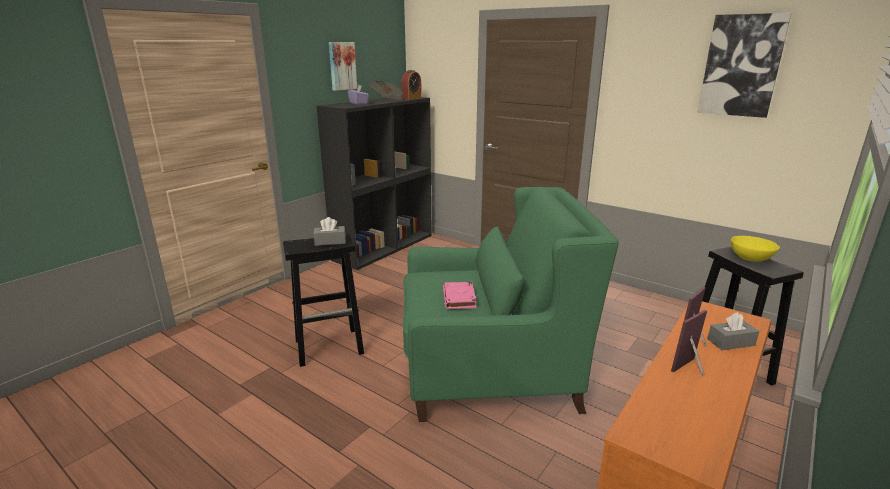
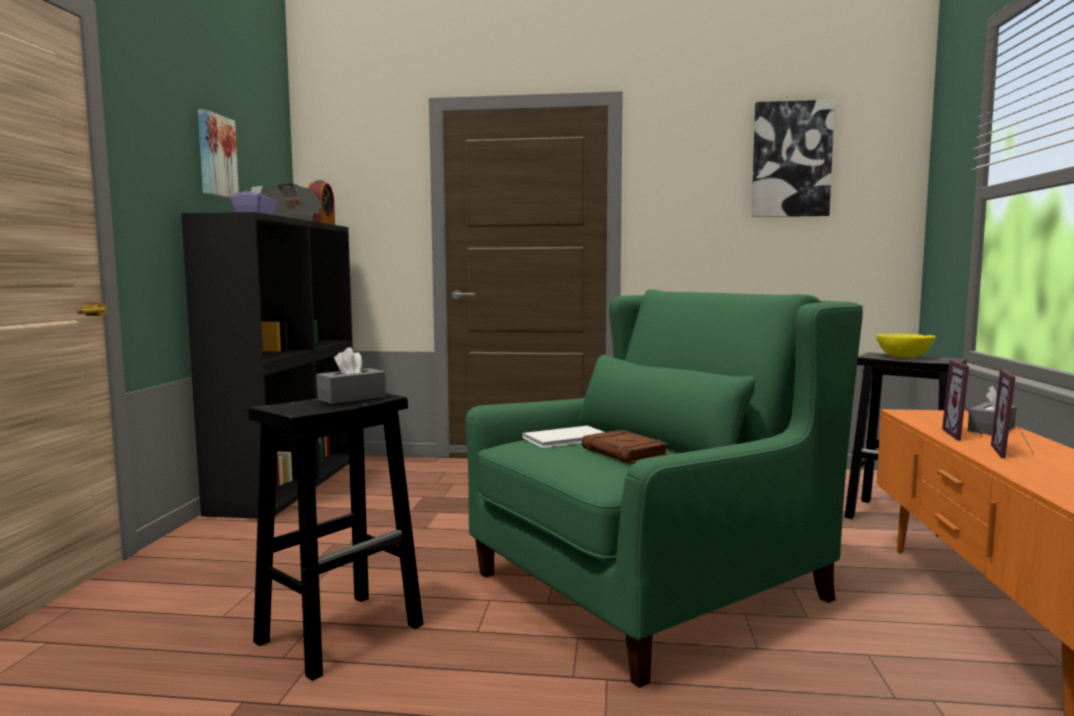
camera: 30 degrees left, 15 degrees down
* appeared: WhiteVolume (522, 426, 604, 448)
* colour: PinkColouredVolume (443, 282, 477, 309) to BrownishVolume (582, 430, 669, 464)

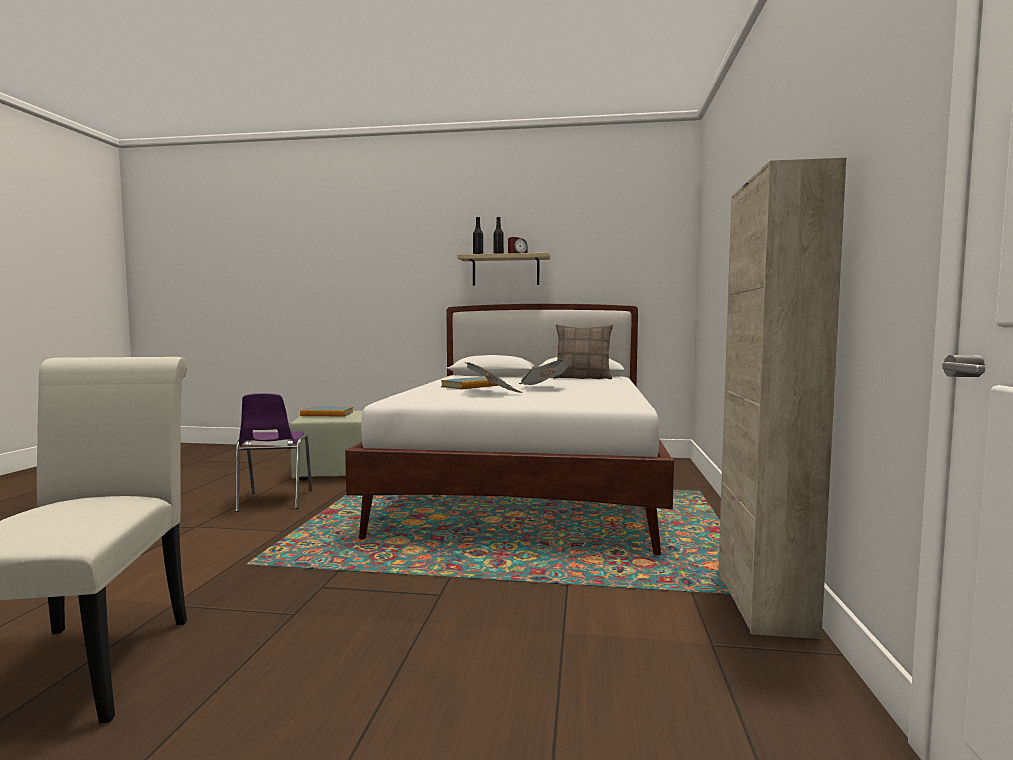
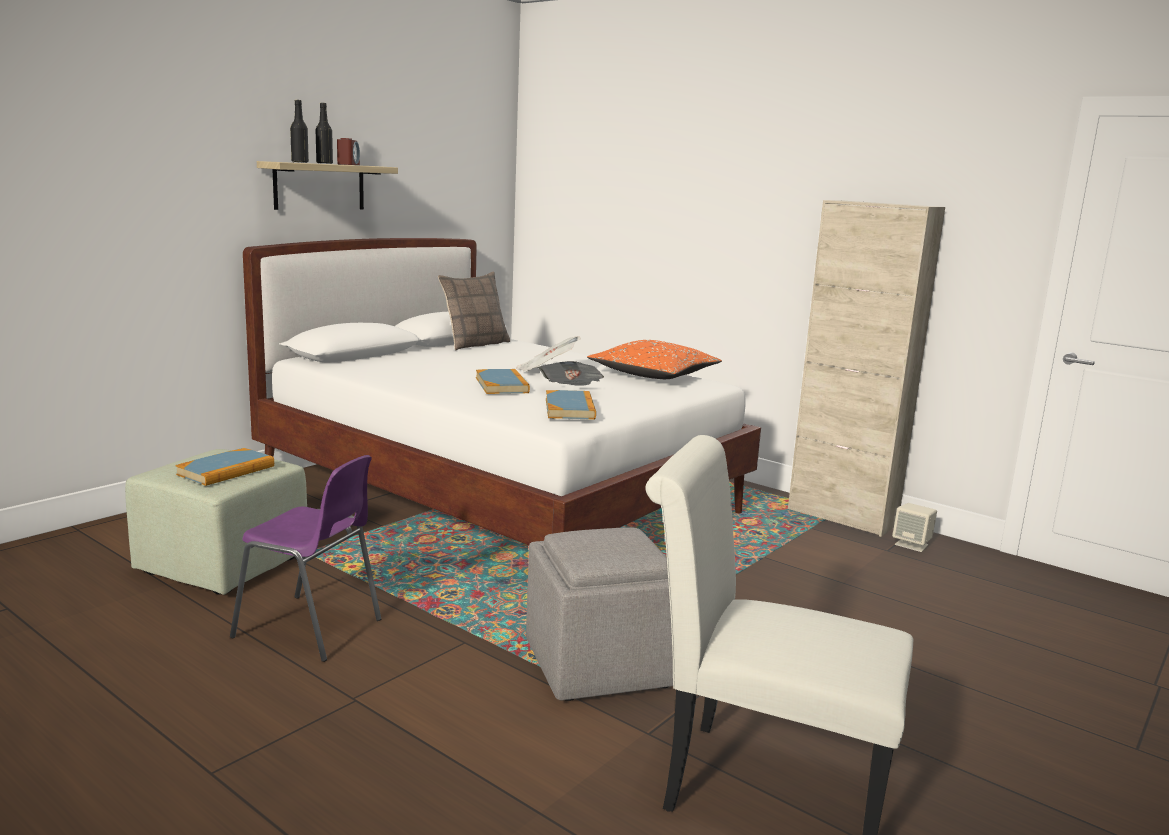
camera: 60 degrees left, 10 degrees up
* appeared: GreyFootrest (526, 527, 673, 701)
* appeared: Volume (546, 390, 596, 420)
* appeared: OrangeColouredPillow (587, 340, 722, 379)
* appeared: BeigeColouredSpeaker (892, 503, 937, 552)

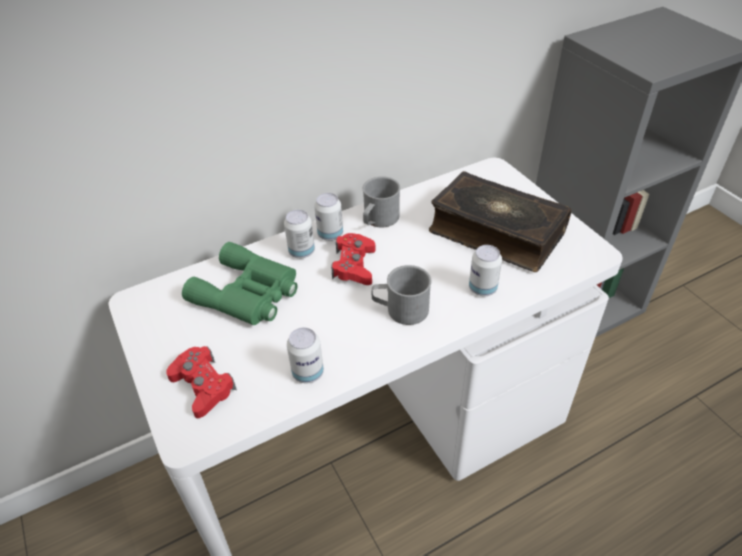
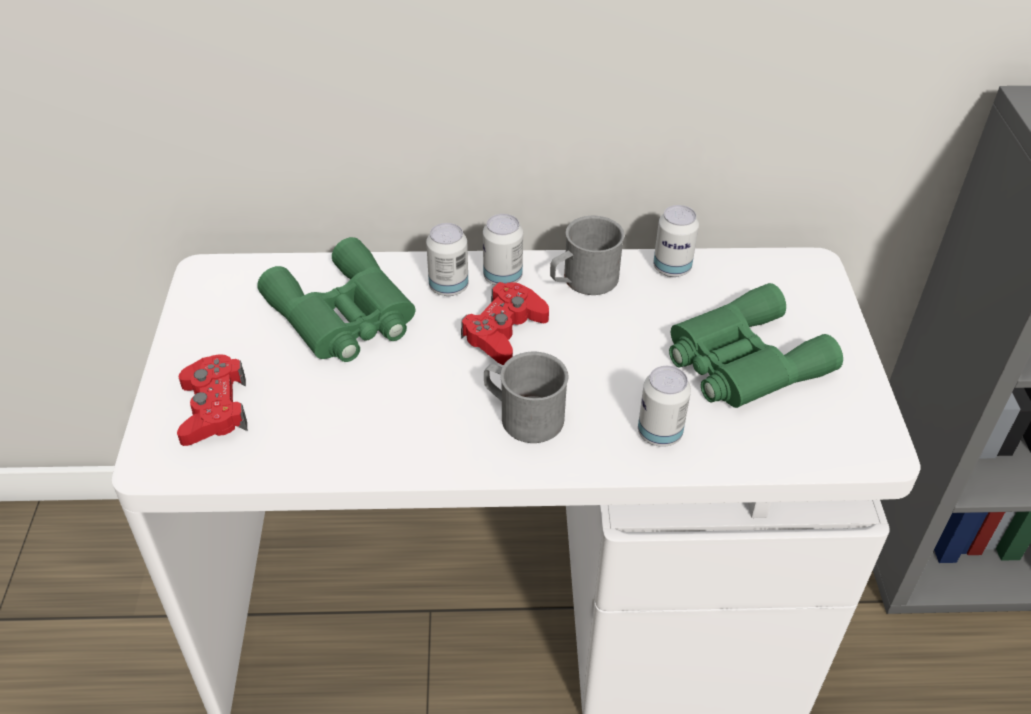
camera: 25 degrees right, 0 degrees up
* relocated: Can (287, 328, 324, 384) to (653, 205, 699, 277)
* exchanged: Volume (429, 171, 572, 272) to GreenColouredBinoculars (669, 283, 843, 408)

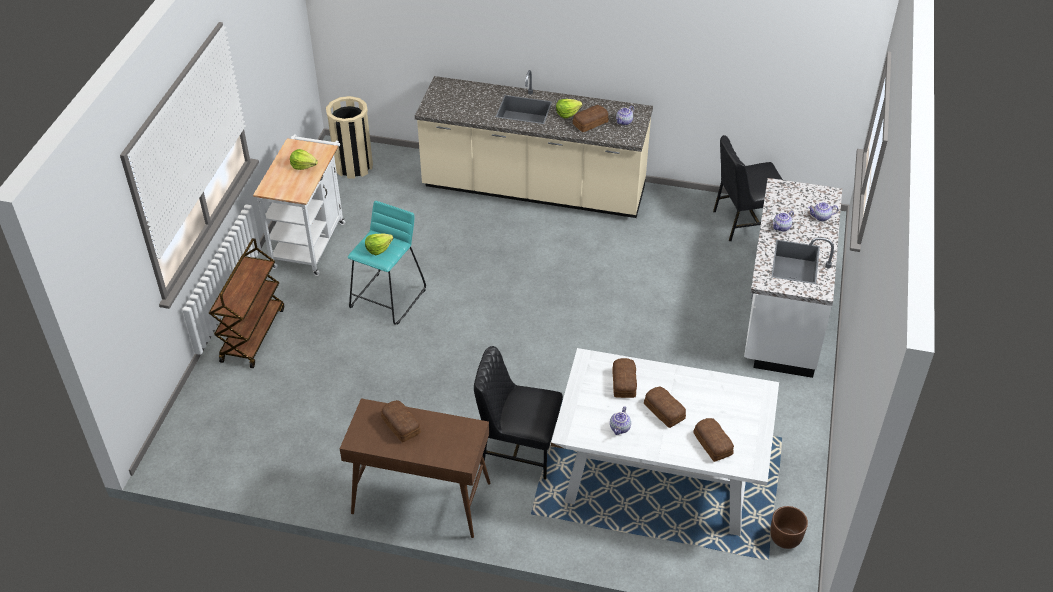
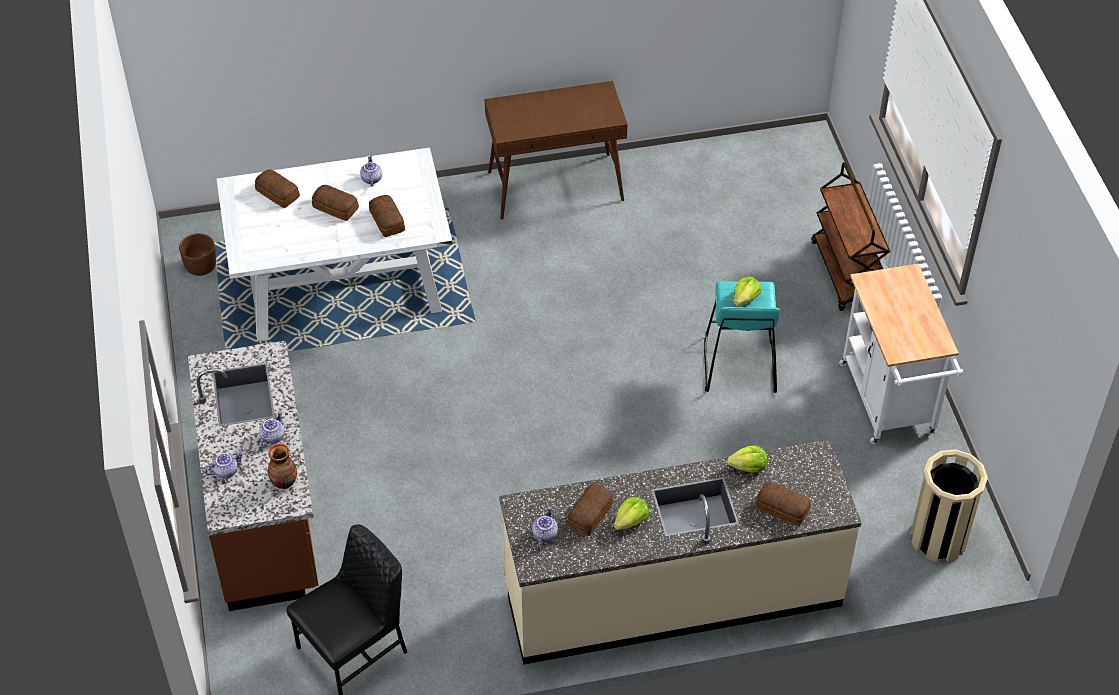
camera: 155 degrees right, 5 degrees up
* colour: WhiteCounter (744, 178, 842, 378) to BrownishCounter (188, 341, 319, 611)
* appeared: FlowerVase (268, 443, 297, 489)
* relocated: LettuceHead (290, 149, 318, 170) to (727, 446, 767, 472)
* relocated: BakeryBread (381, 400, 421, 443) to (756, 482, 811, 526)
* missing: BlackishChair (474, 346, 563, 480)

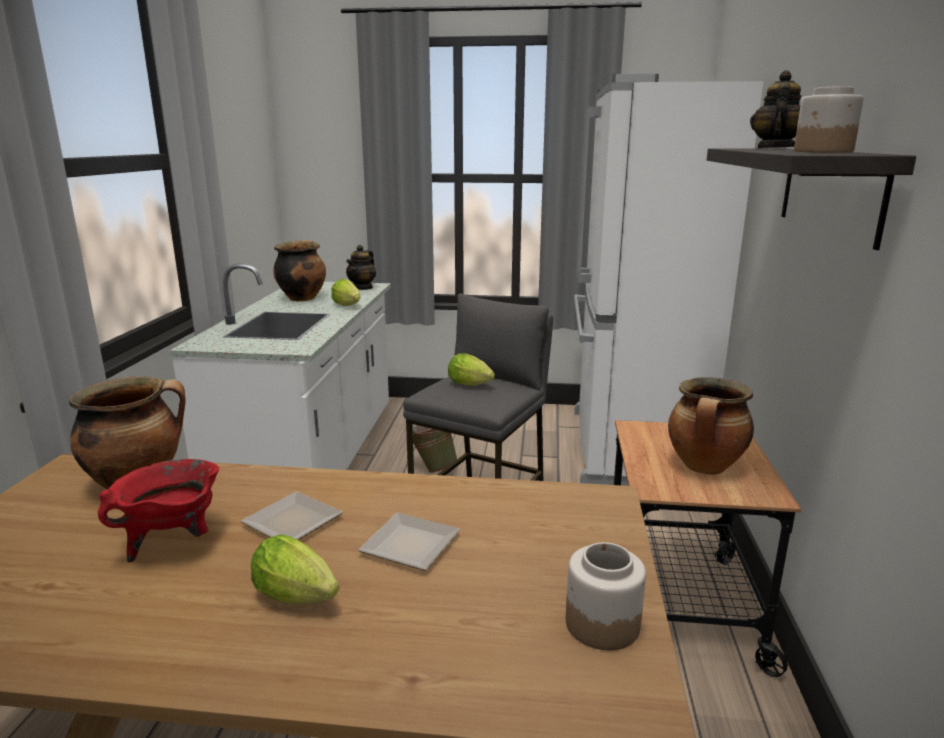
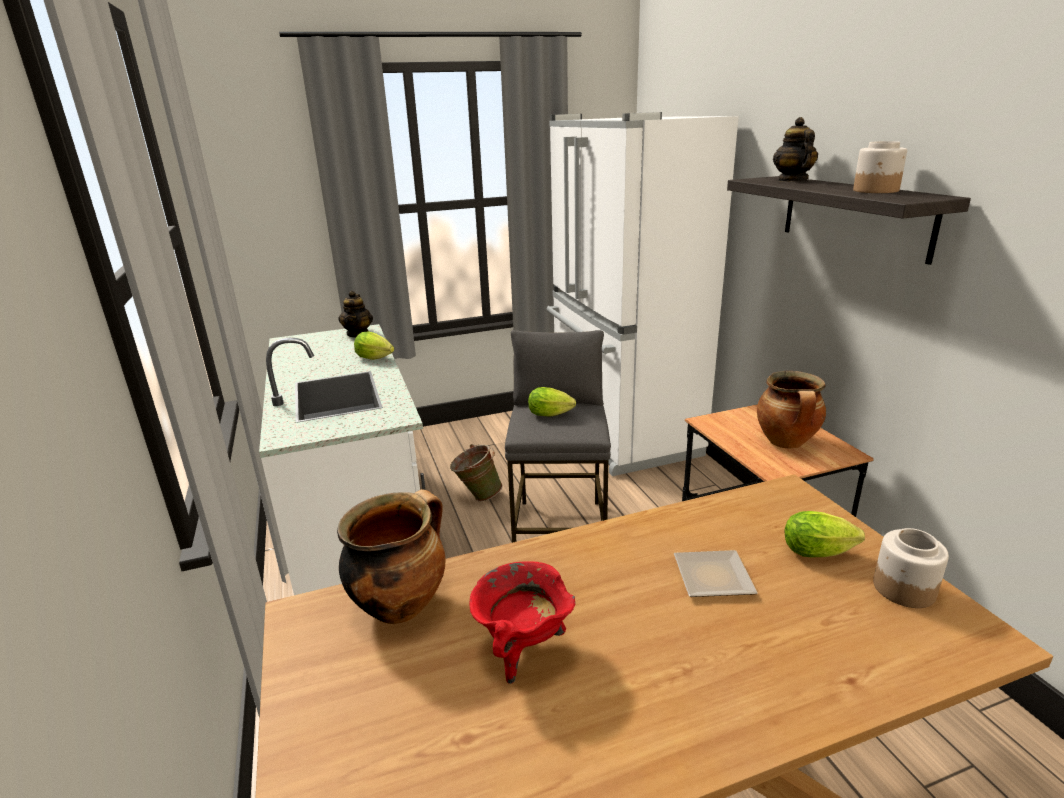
camera: 25 degrees left, 5 degrees up
* relocated: LettuceHead (251, 534, 339, 604) to (785, 511, 865, 557)
* missing: FlatDish (240, 492, 343, 540)
* missing: CookingPot (273, 240, 326, 301)

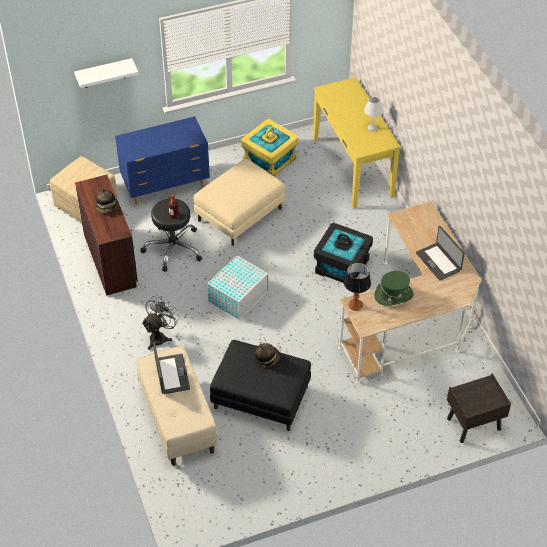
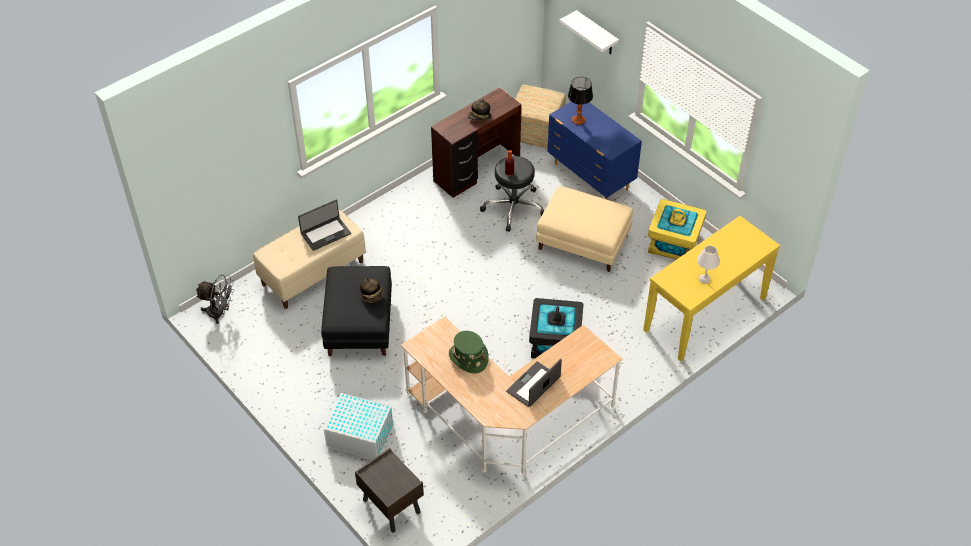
camera: 70 degrees right, 0 degrees up
* relocated: GreyFan (142, 296, 180, 350) to (196, 274, 234, 324)
* relocated: WhiteStorageBin (207, 255, 268, 320) to (324, 393, 393, 460)
* relocated: TableLamp (344, 262, 371, 311) to (568, 77, 593, 125)

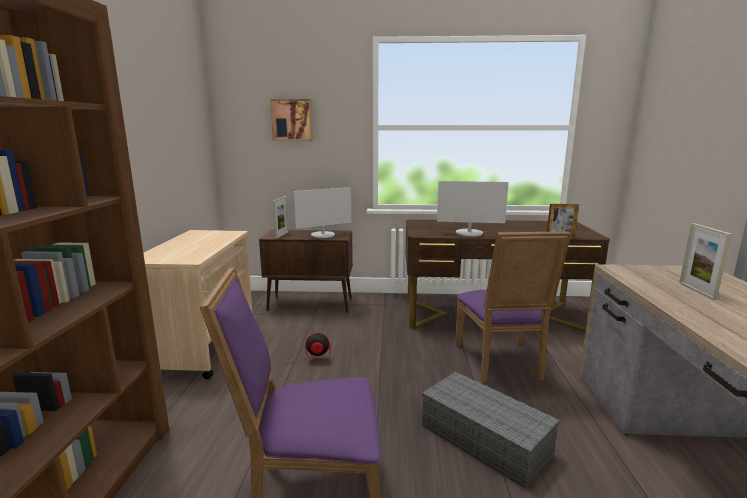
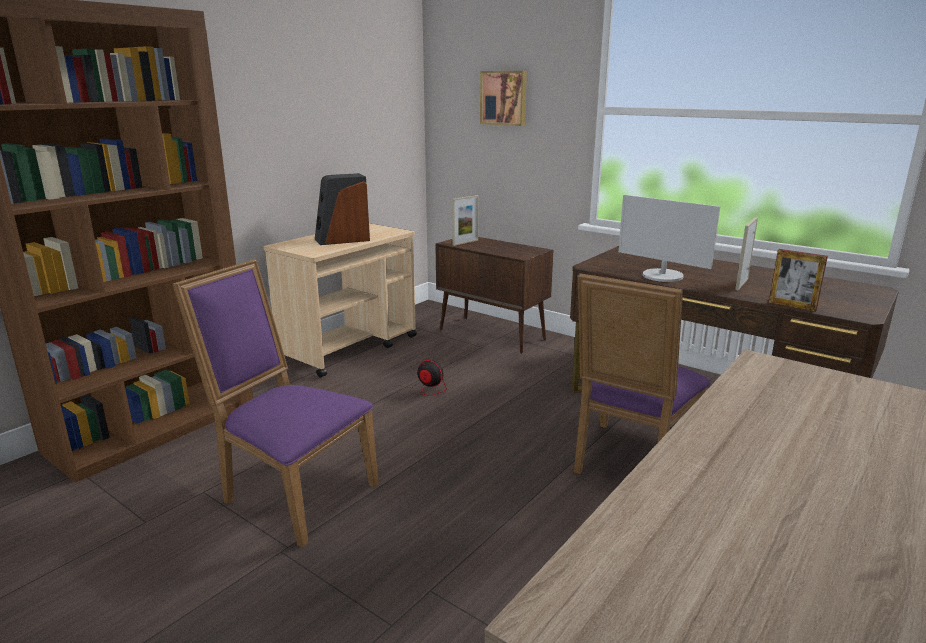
camera: 35 degrees right, 5 degrees up
* appeared: Speaker (315, 173, 370, 245)
* relocated: PhotoFrame (679, 223, 732, 300) to (735, 217, 758, 291)
* missing: ComputerDisplay (294, 187, 351, 238)
* missing: GreyStorageBin (422, 372, 560, 488)

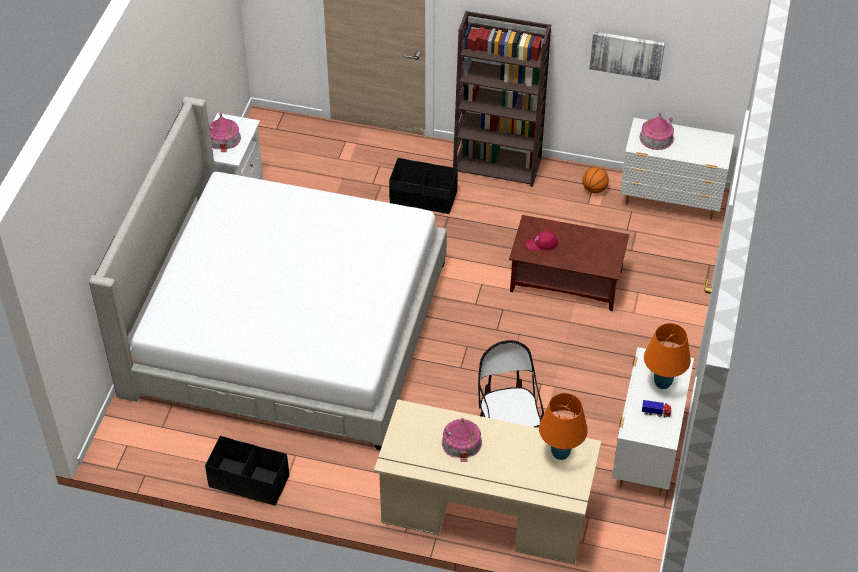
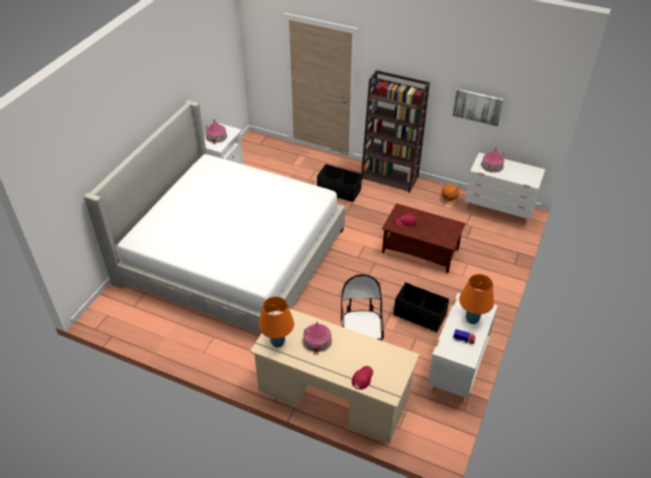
camera: 10 degrees right, 5 degrees down
* relocated: OrangeColouredTableLamp (539, 393, 588, 460) to (259, 297, 294, 348)
* appeared: RedBaseballCap (352, 366, 373, 390)
* relocated: BlackishStorageBin (205, 436, 289, 506) to (394, 282, 449, 332)

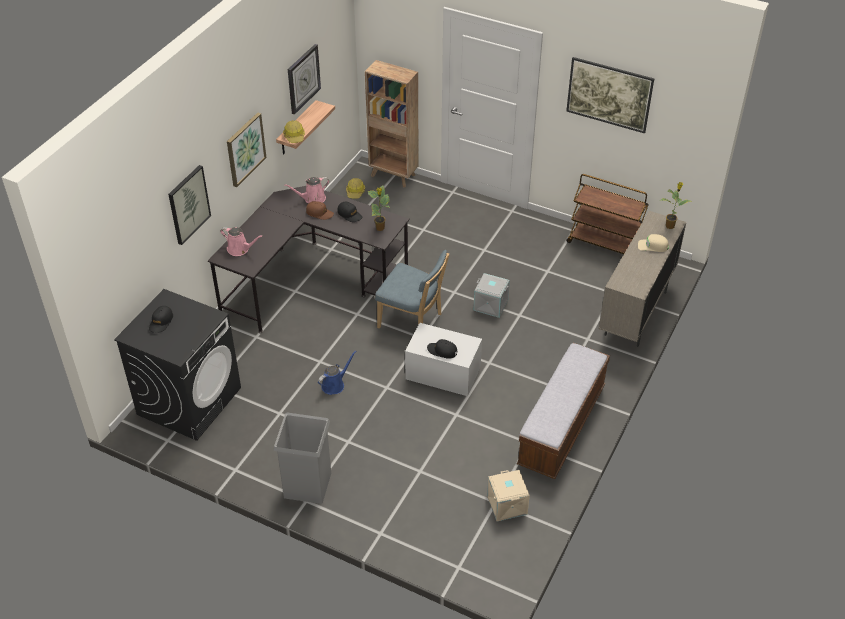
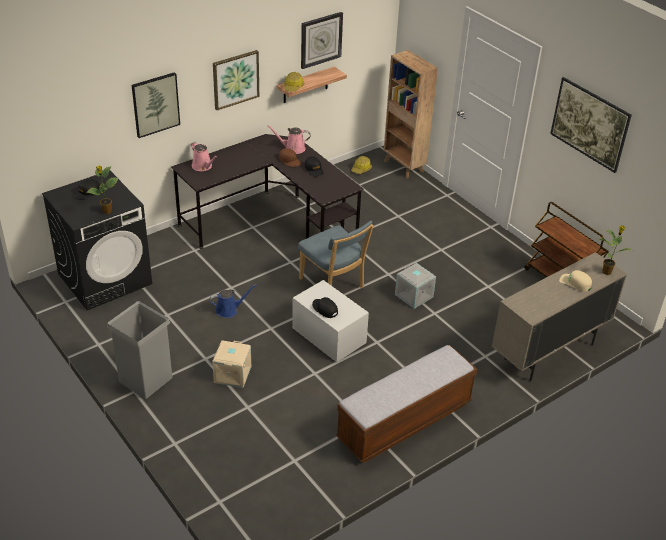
camera: 25 degrees right, 5 degrees down
* relocated: Houseplant (368, 185, 390, 231) to (86, 166, 119, 214)
* relocated: BeigeColouredStorageBin (487, 470, 530, 521) to (212, 340, 251, 388)

